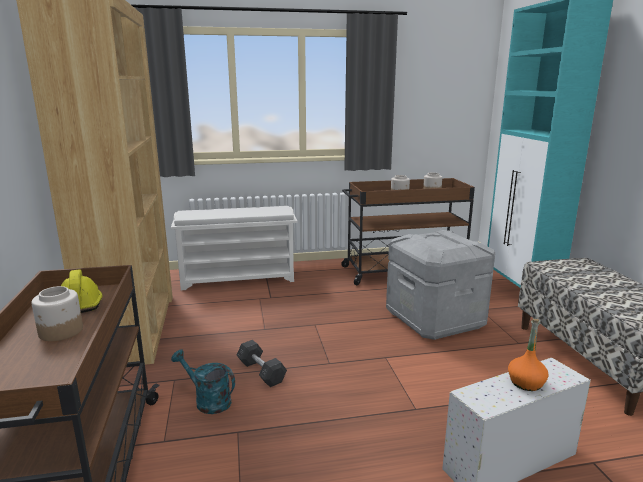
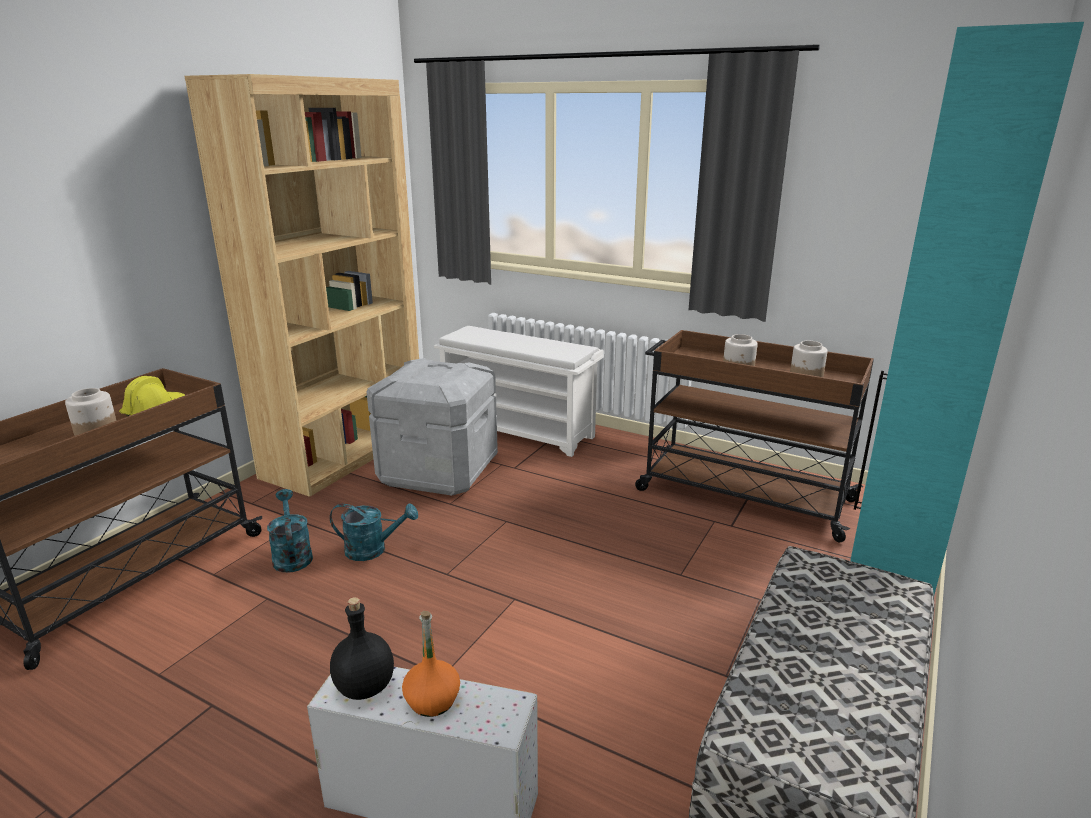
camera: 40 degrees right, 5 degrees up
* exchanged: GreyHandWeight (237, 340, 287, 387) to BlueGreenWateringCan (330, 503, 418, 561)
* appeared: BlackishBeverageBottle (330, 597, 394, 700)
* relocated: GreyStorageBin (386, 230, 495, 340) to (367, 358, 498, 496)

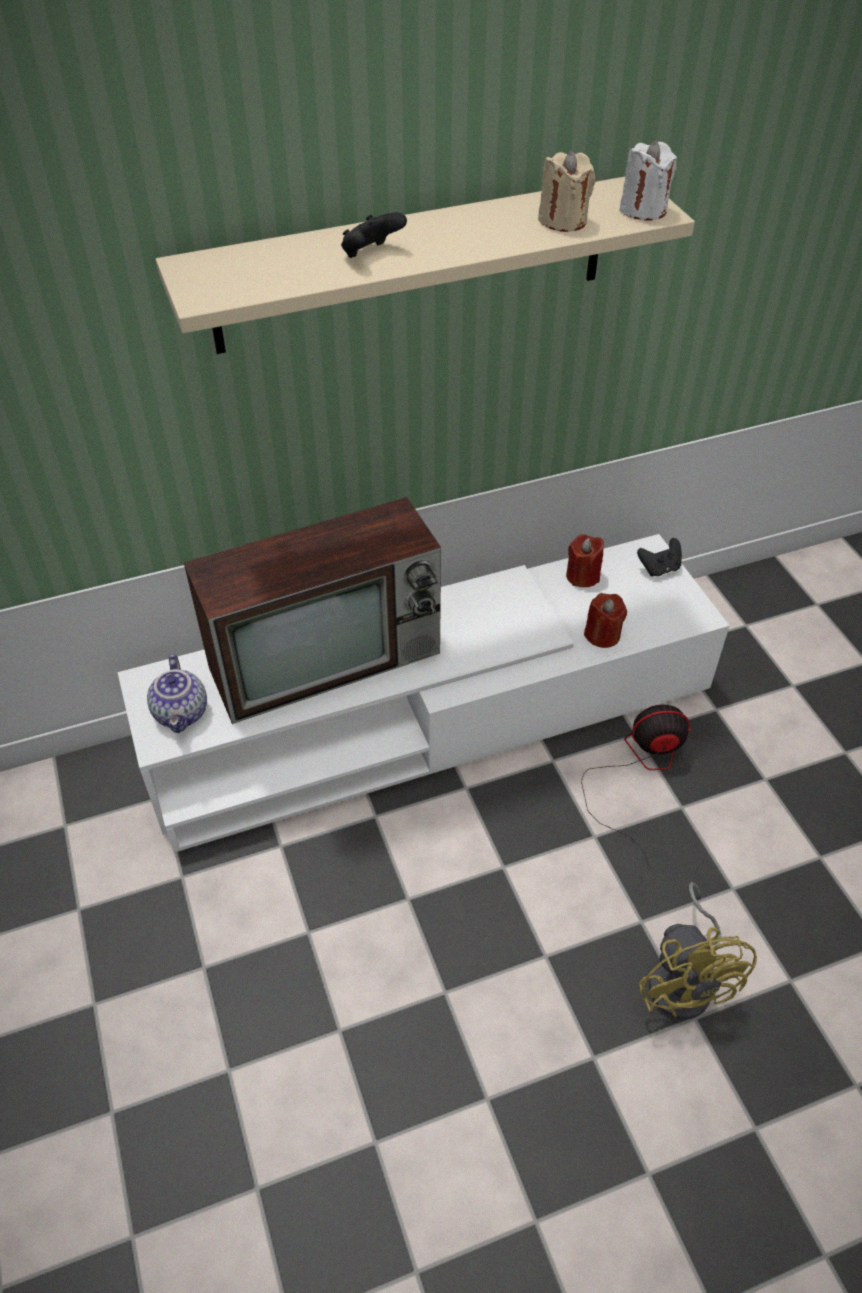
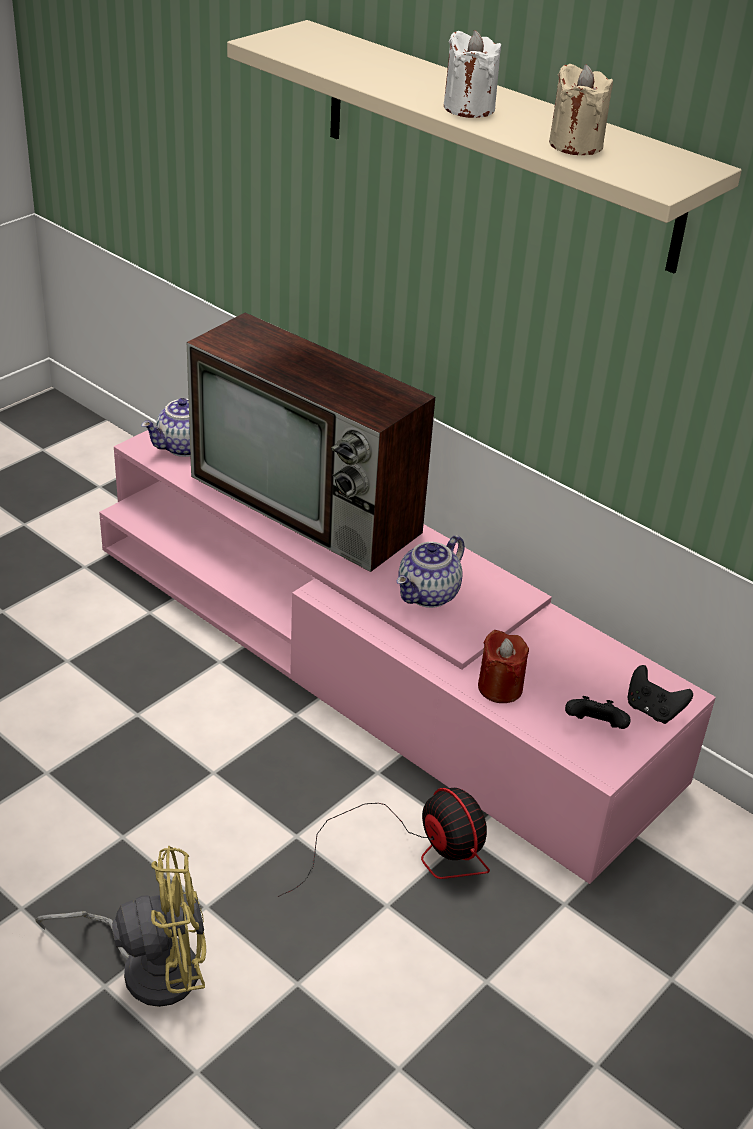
camera: 60 degrees right, 10 degrees down
* spun: YellowFan (639, 882, 757, 1020) = (36, 846, 206, 1007) 150 degrees counterclockwise
* colour: WhiteTvStand (118, 534, 730, 853) to PinkColouredTvStand (99, 430, 716, 884)
* appeared: Teapot (397, 535, 465, 608)
* relocated: WhiteCandle (620, 140, 677, 221) to (444, 30, 501, 118)
* relocated: BlackishGamepad (341, 212, 407, 258) to (565, 696, 631, 729)
* missing: RedCandle (566, 534, 604, 587)

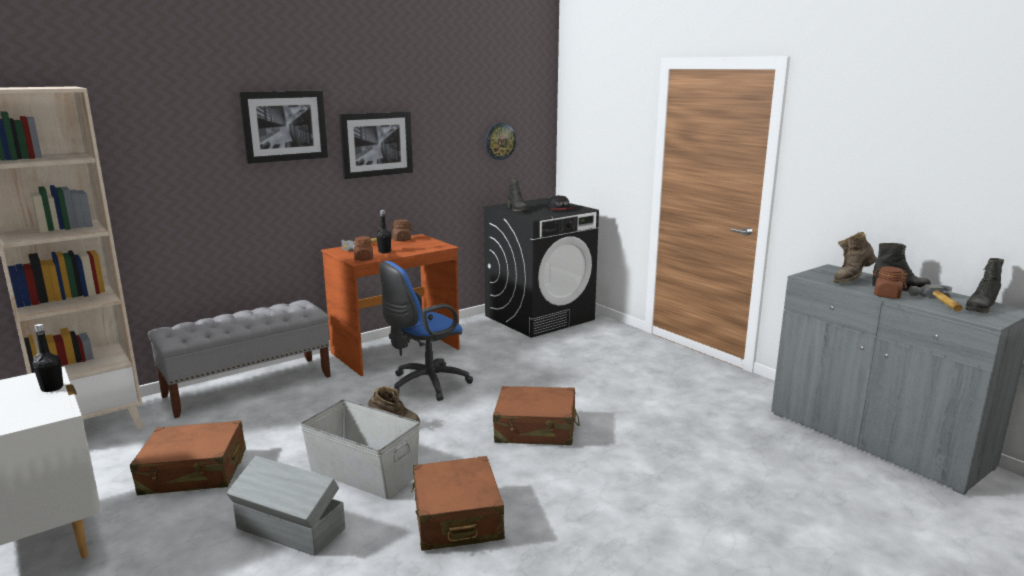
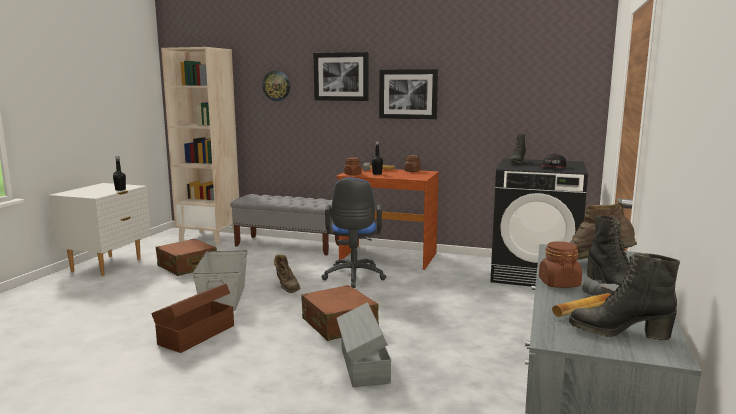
camera: 55 degrees right, 5 degrees down
* exchanged: BrownishTravelCase (411, 456, 505, 551) to BrownishStorageBin (151, 284, 234, 353)
* relocated: WallClock (485, 123, 516, 160) to (262, 71, 290, 101)
* spun: BluishDeskChair (379, 261, 473, 401) = (321, 177, 386, 288) 105 degrees counterclockwise
* relocated: GreyStorageBin (226, 456, 345, 556) to (337, 302, 391, 387)

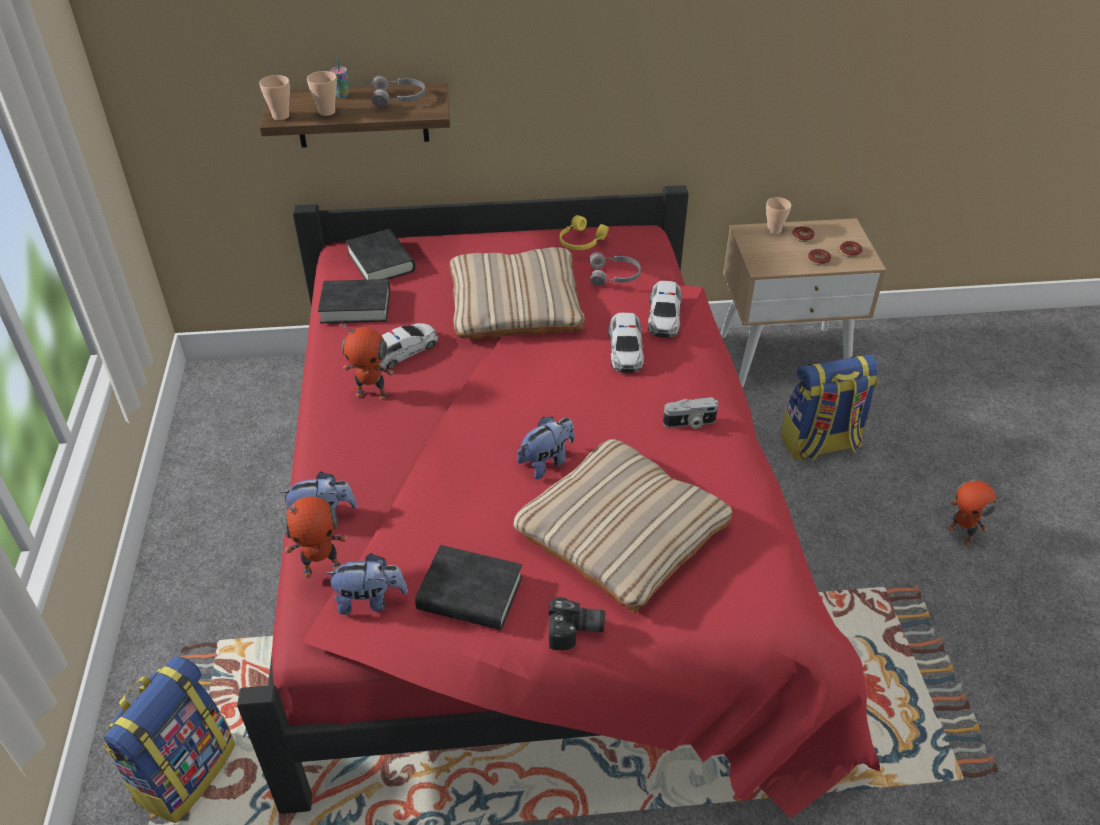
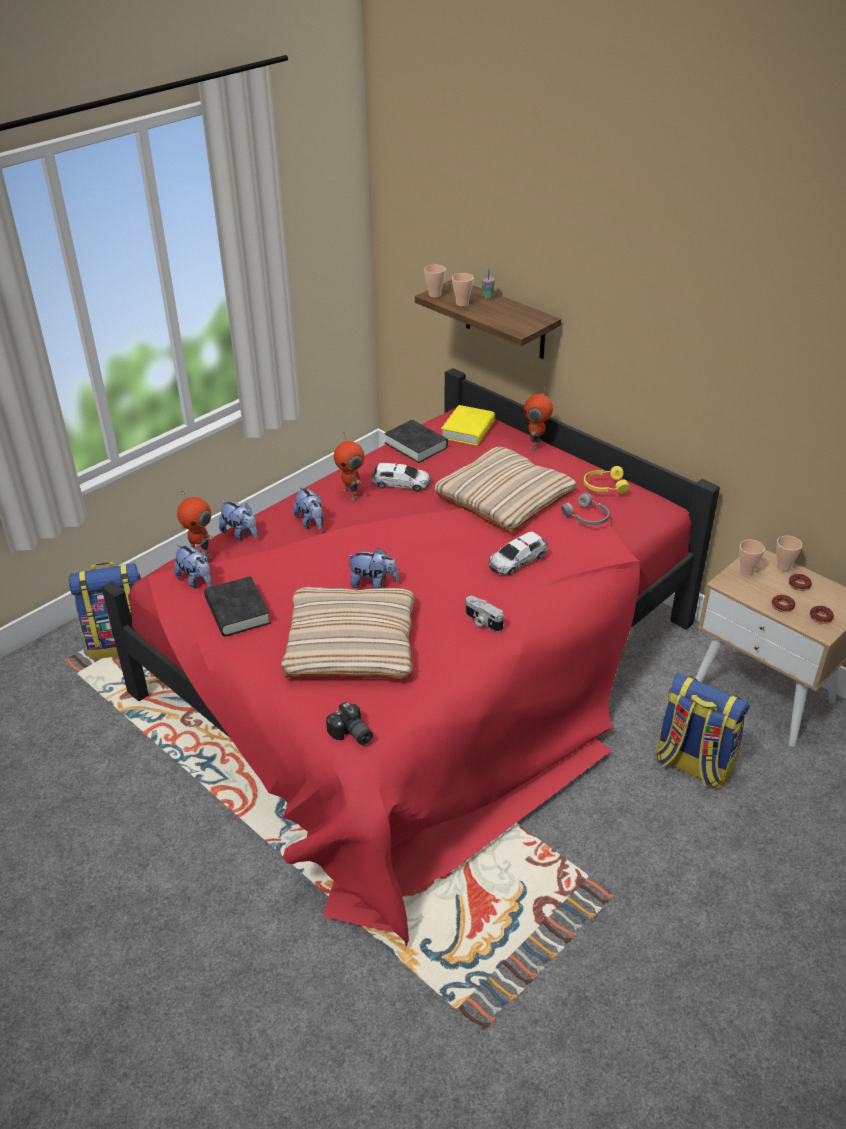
camera: 50 degrees right, 5 degrees down
* appeared: SoftToy (293, 486, 324, 530)
* relocated: PhotoCamera (549, 597, 605, 650) to (326, 701, 373, 745)
* colour: BlackishVolume (346, 229, 415, 280) to YellowVolume (441, 405, 495, 446)
* relocated: RobotFigure (948, 469, 996, 545) to (524, 386, 553, 451)
* appeared: Cup (739, 540, 765, 576)
* missing: GreyHeadphones (372, 75, 426, 108)
* missing: ToyCar (648, 281, 682, 337)

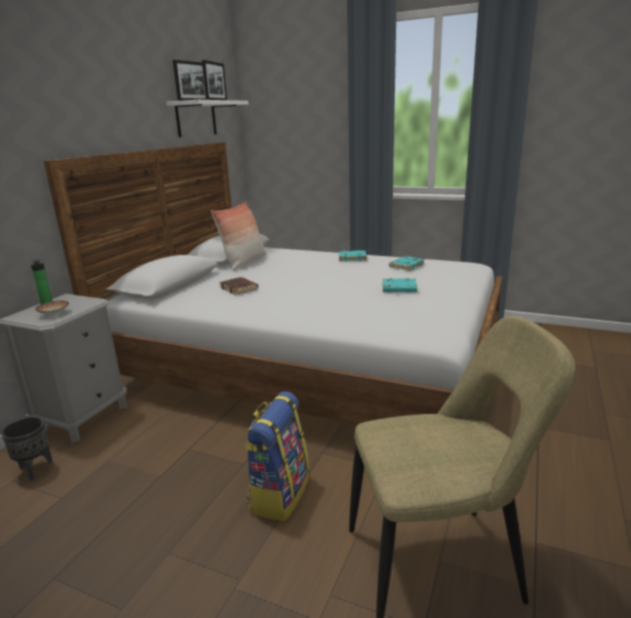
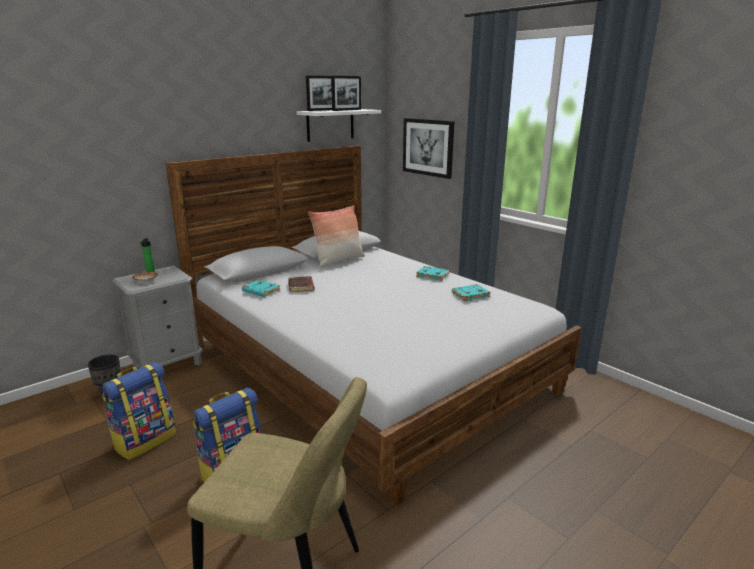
camera: 25 degrees right, 0 degrees up
* appeared: Rucksack (102, 362, 177, 460)
* relocated: BlueGreenVolume (382, 278, 417, 293) to (242, 280, 281, 297)
* appeared: WallPicture (403, 118, 454, 179)

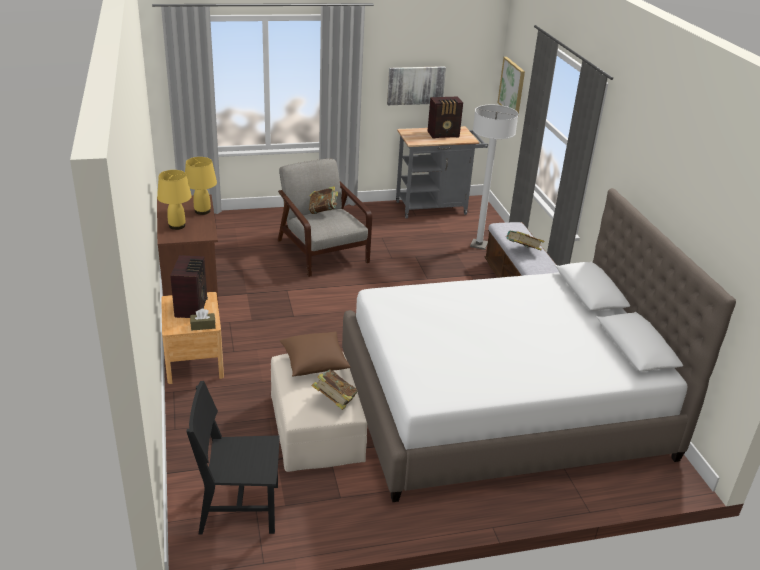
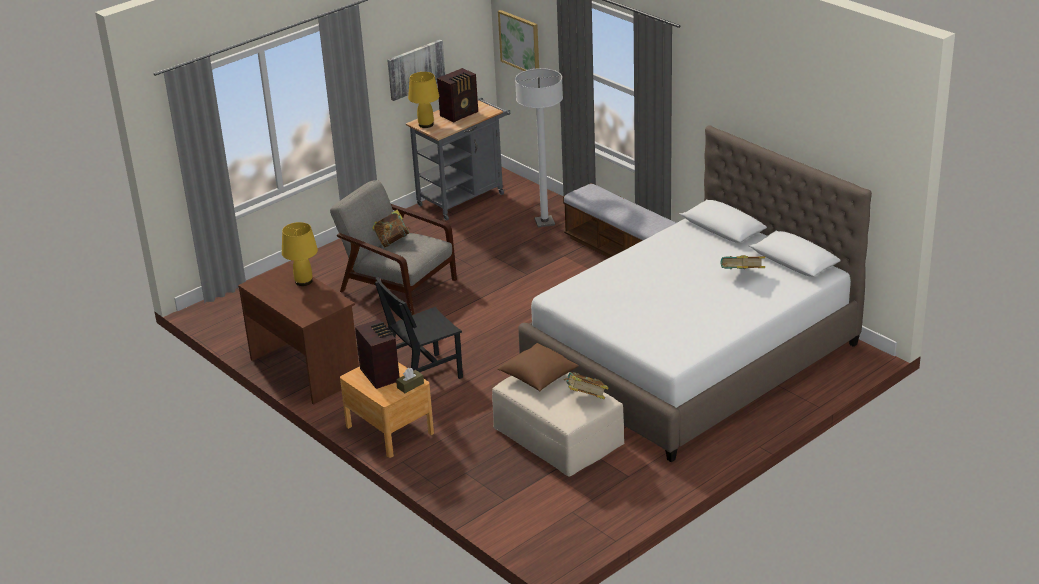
camera: 25 degrees left, 0 degrees up
* relocated: BlackishChair (186, 381, 280, 535) to (375, 277, 463, 379)
* relocated: YellowTableLamp (157, 170, 192, 230) to (408, 72, 439, 128)
* relocated: Volume (505, 231, 544, 250) to (720, 255, 765, 269)

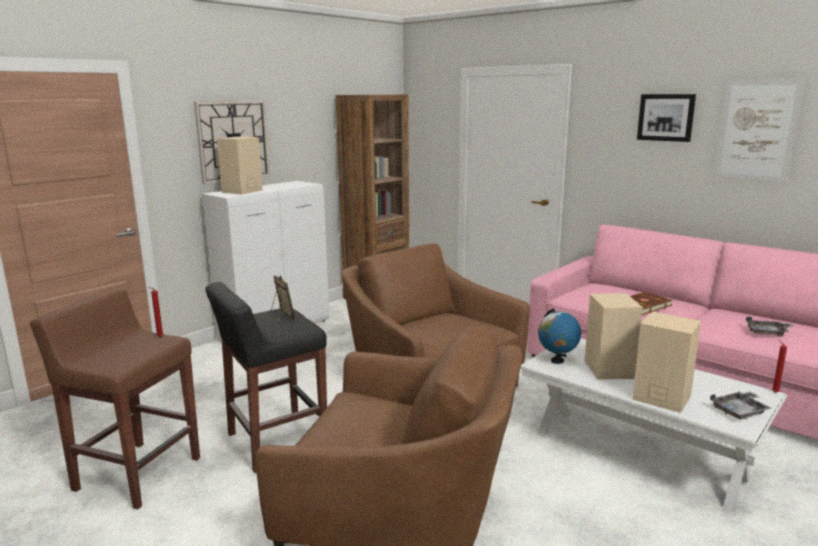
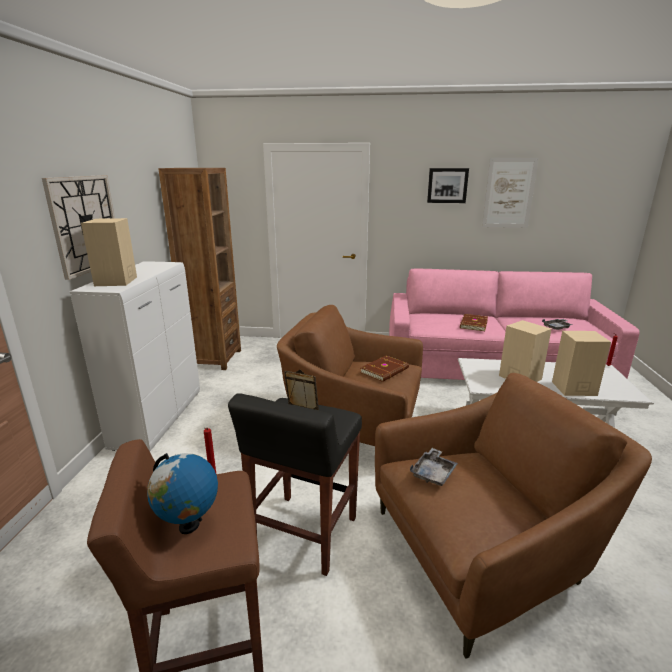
camera: 35 degrees left, 5 degrees up
* relocated: WorldGlobe (538, 308, 581, 364) to (147, 453, 218, 534)
* appeared: BrownishVolume (360, 356, 409, 382)
* relocated: GreyTray (710, 391, 771, 420) to (410, 448, 458, 486)

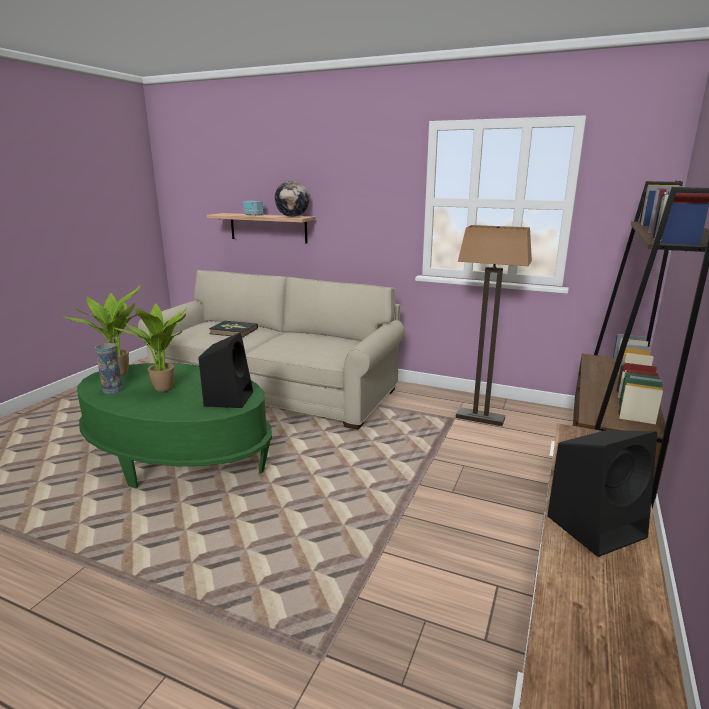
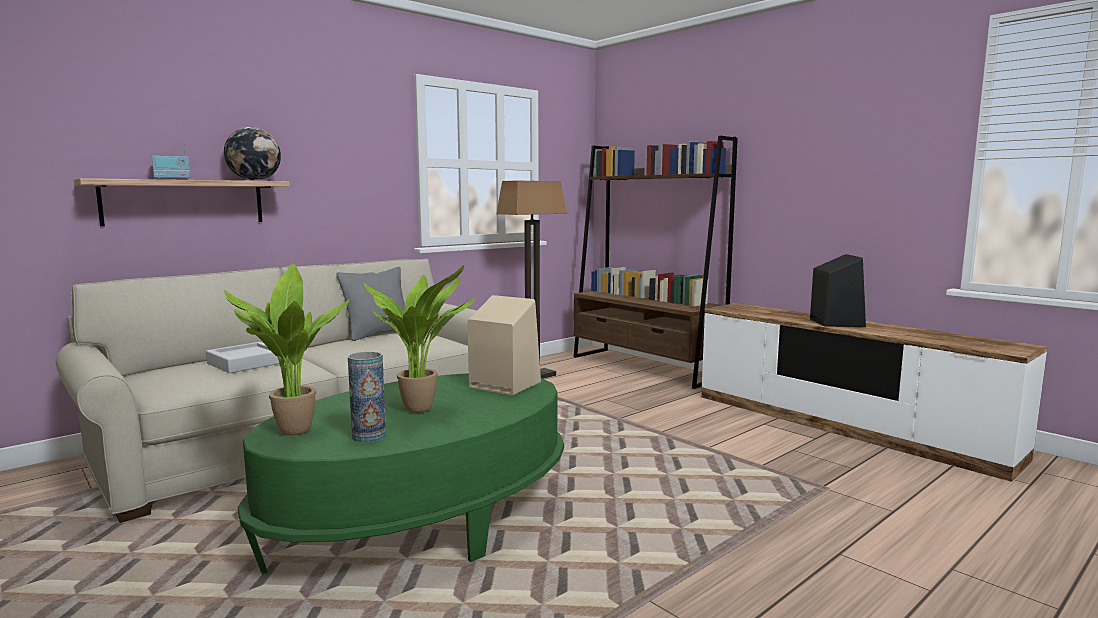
camera: 65 degrees left, 10 degrees down
* exchanged: Volume (209, 321, 258, 338) to GreyTray (206, 342, 281, 373)
* appeared: GreyPillow (337, 267, 405, 341)
* colour: BlackishSpeaker (198, 332, 253, 408) to BeigeColouredSpeaker (467, 295, 541, 395)

